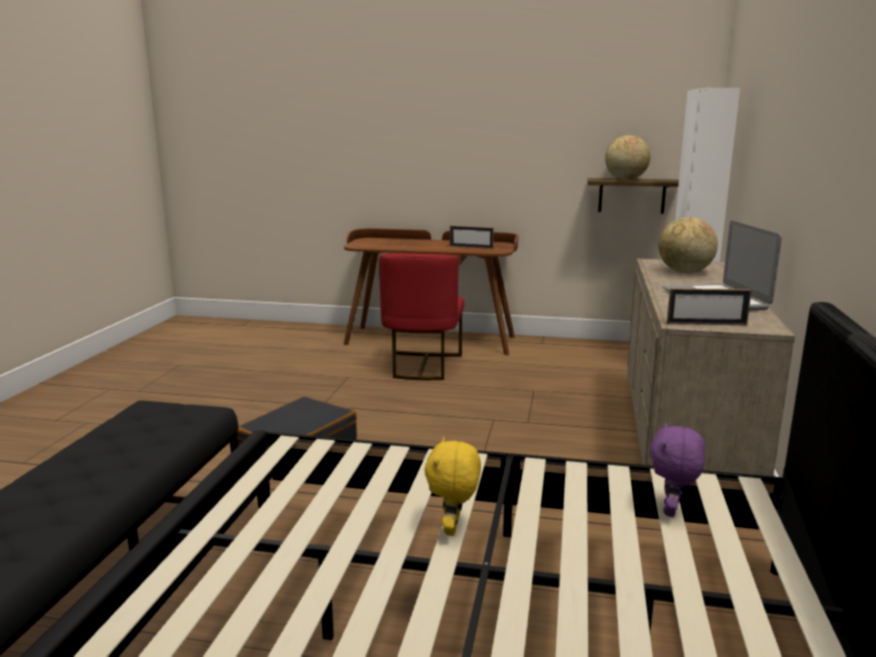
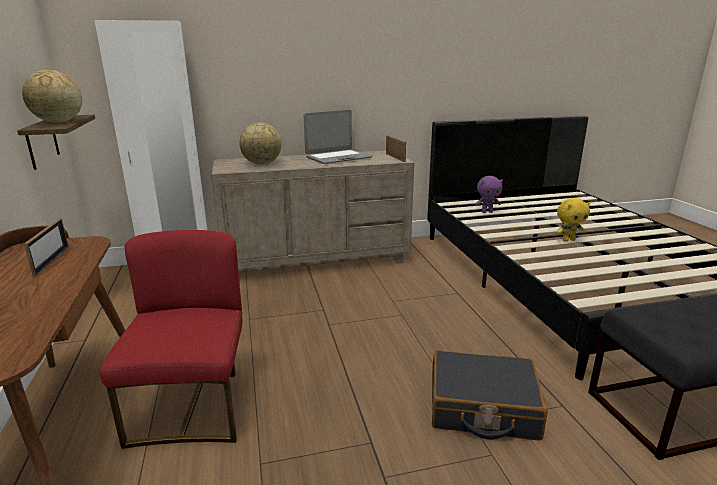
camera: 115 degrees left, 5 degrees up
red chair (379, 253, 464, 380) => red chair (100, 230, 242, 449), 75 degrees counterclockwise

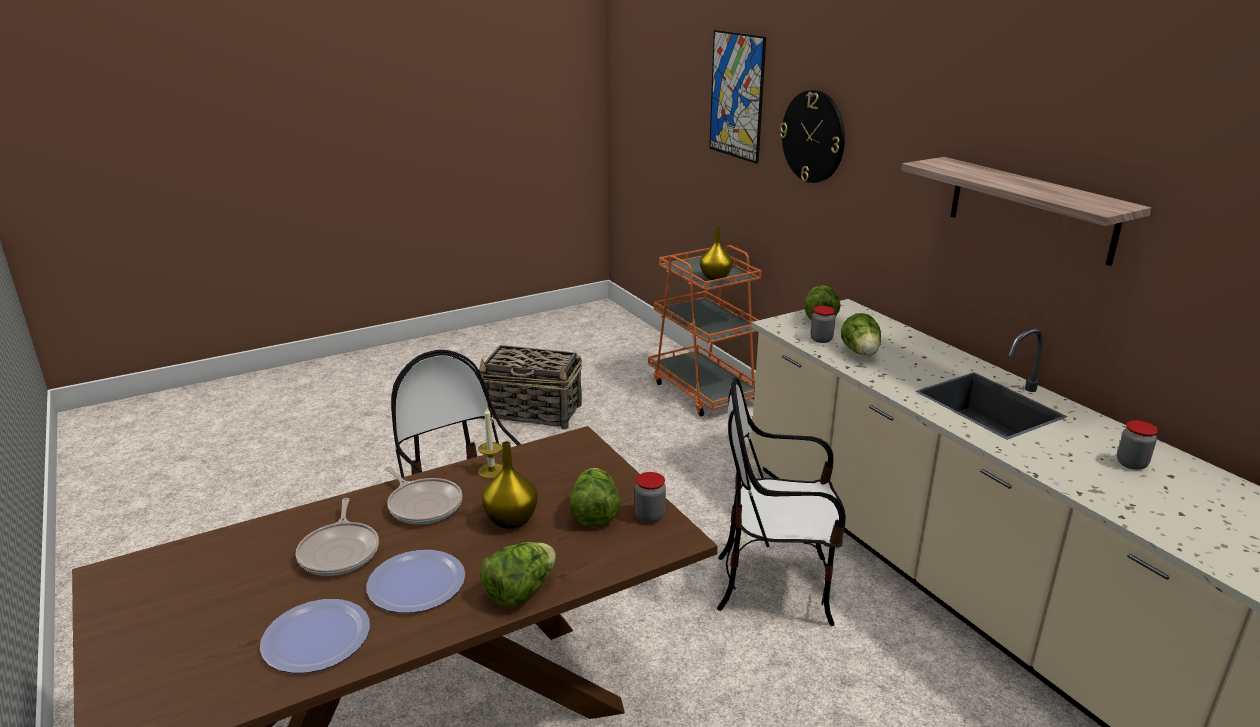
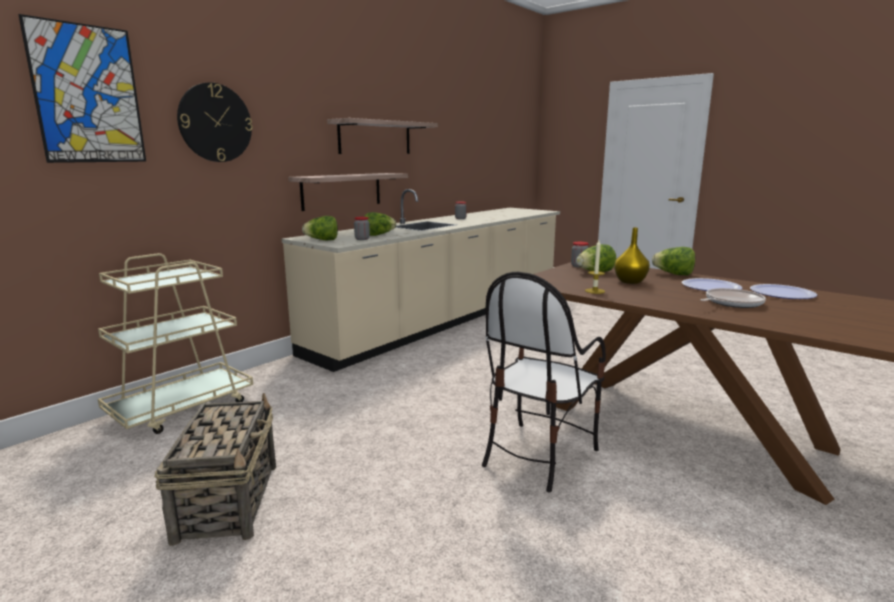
camera: 110 degrees left, 10 degrees down
frying pan (385, 466, 463, 524) => nothing
yellow-coloured vase (700, 226, 733, 280) => nothing
chair (717, 378, 846, 626) => nothing
nothing => shelf (288, 173, 408, 211)
orange-coloured cart (648, 245, 761, 416) => beige cart (98, 253, 253, 434)

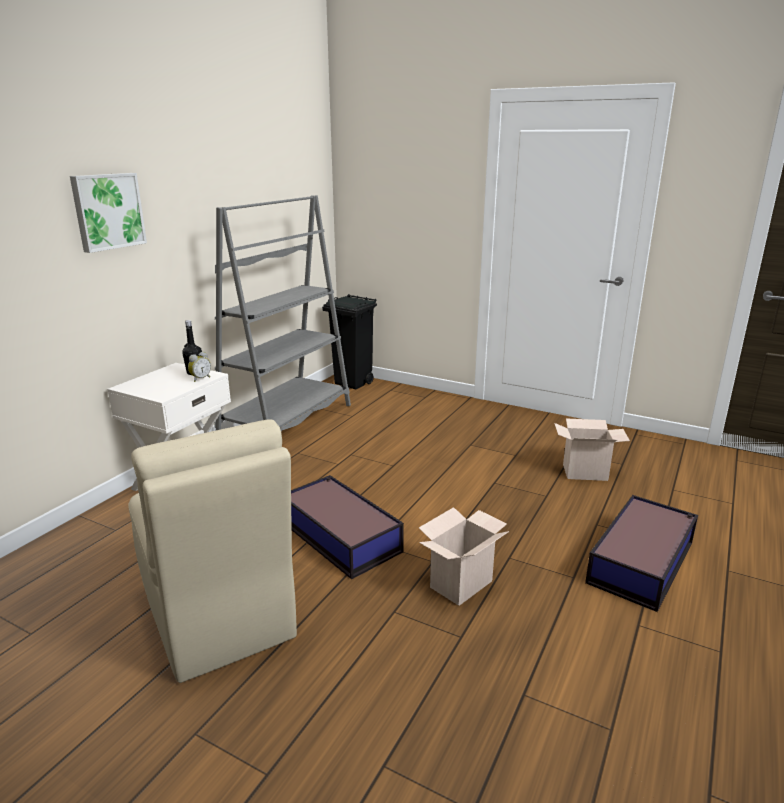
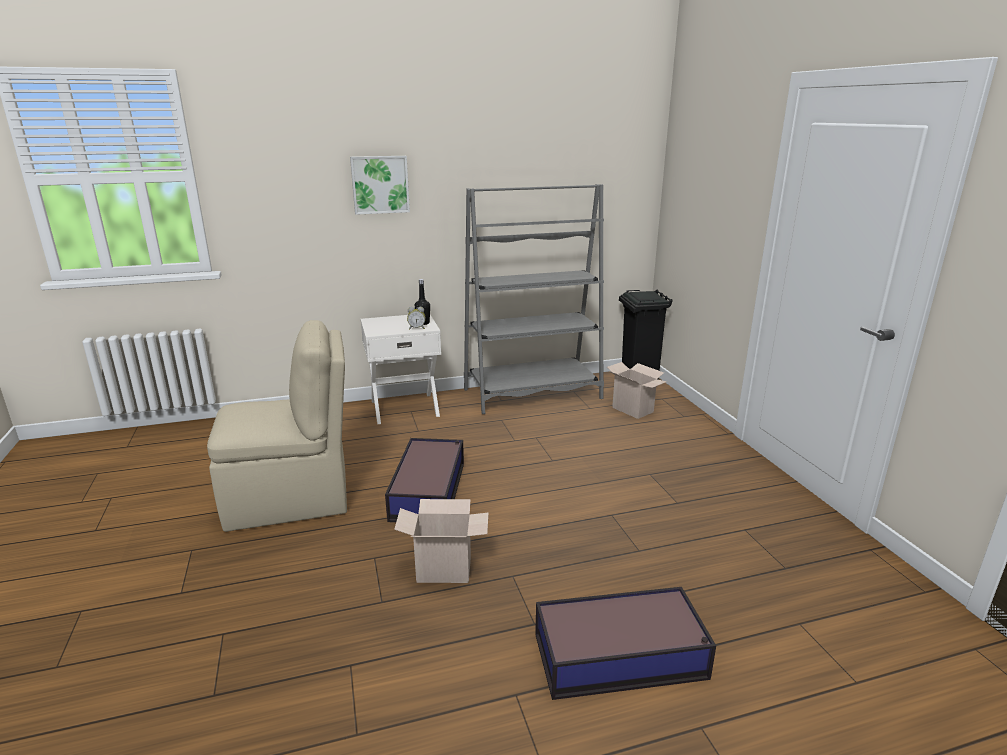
camera: 45 degrees right, 0 degrees up
cardboard box (554, 419, 630, 481) => cardboard box (607, 362, 667, 419), relocated
beige chair (128, 419, 297, 683) => beige chair (207, 320, 347, 532), 120 degrees counterclockwise

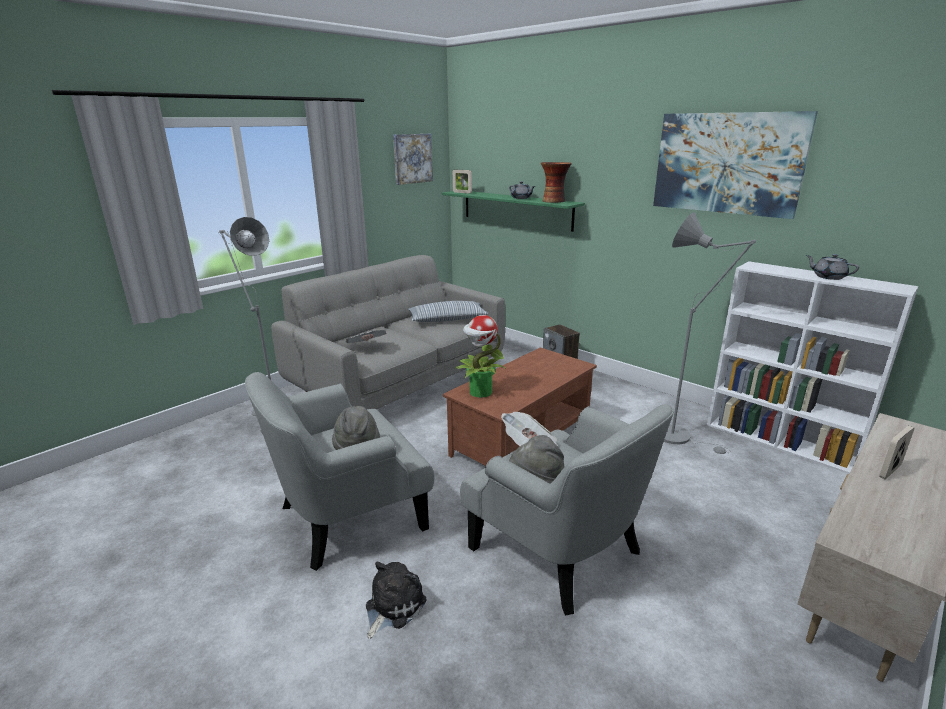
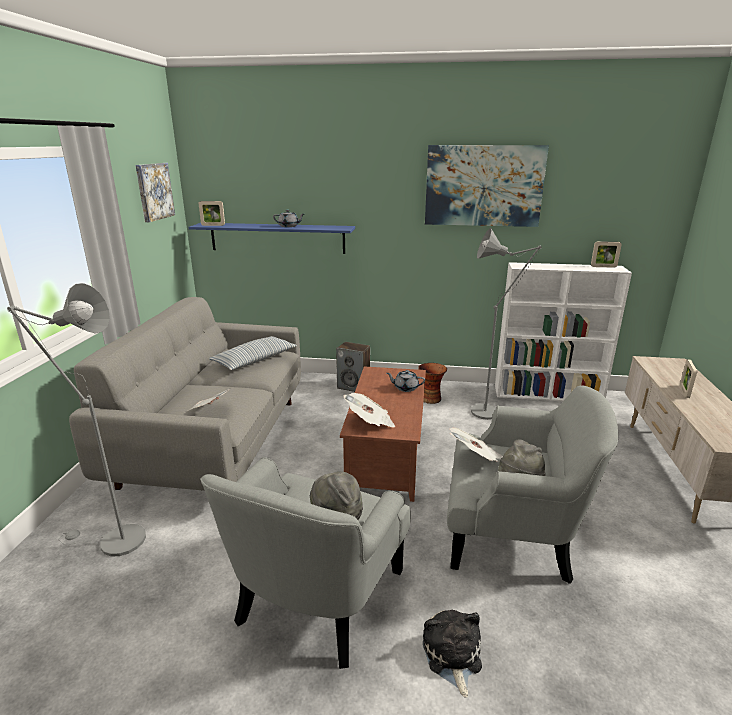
camera: 35 degrees left, 0 degrees up
nothing => photo frame (591, 241, 622, 268)
vase (541, 162, 572, 203) => vase (418, 363, 447, 404), relocated
greyish pot for tea (806, 254, 859, 280) => greyish pot for tea (386, 370, 425, 392), relocated
potted plant (454, 315, 505, 398) => newspaper (344, 393, 396, 428)
green shelf (442, 191, 585, 232) => blue-coloured shelf (188, 223, 355, 254)

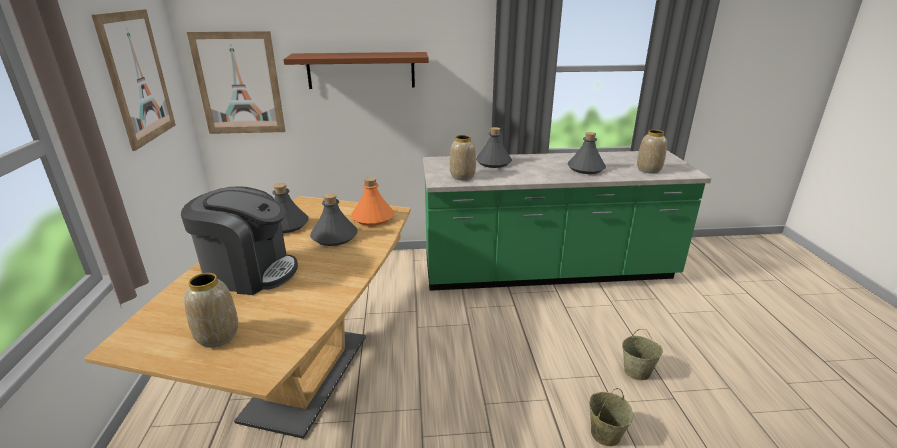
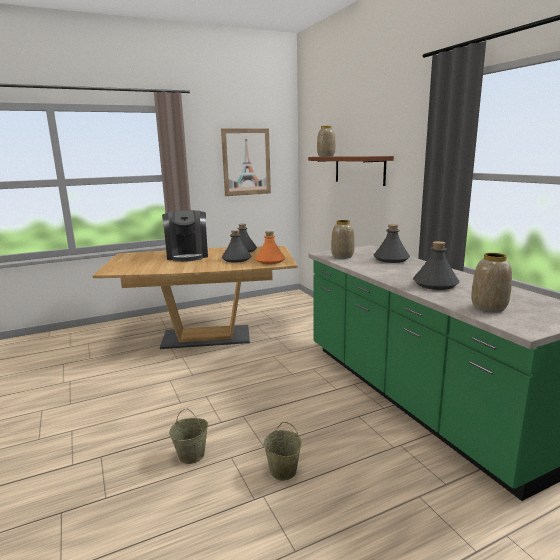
camera: 70 degrees right, 10 degrees down
picture (187, 31, 285, 134) => nothing
vase (184, 273, 238, 348) => vase (317, 126, 335, 157), relocated

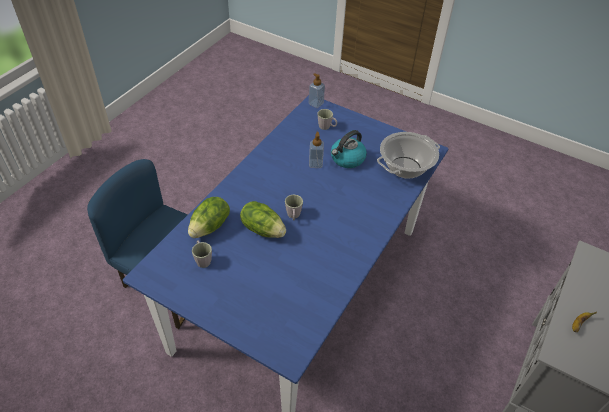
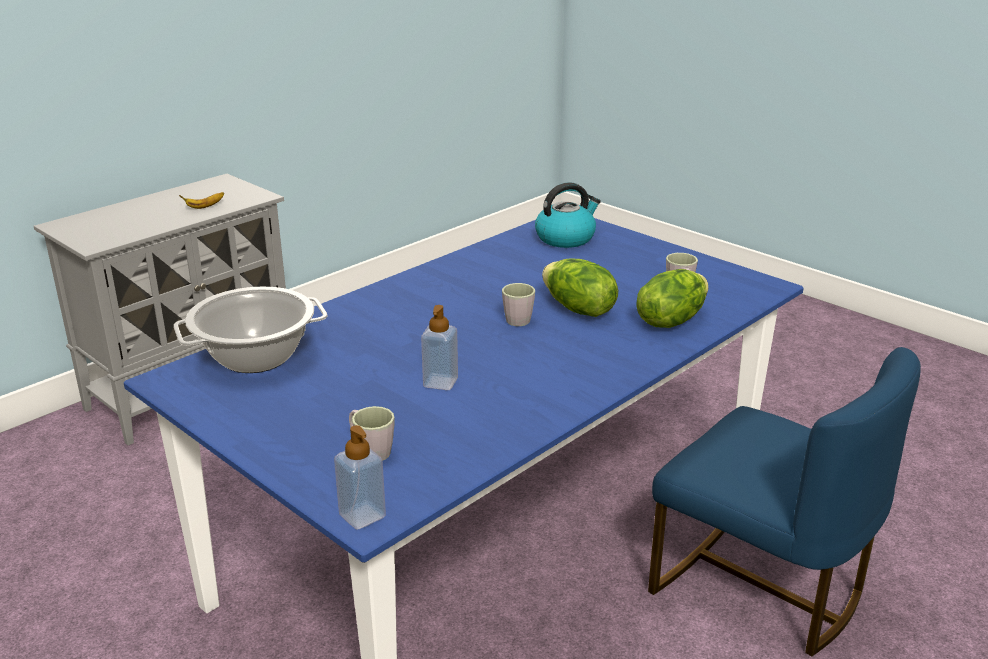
camera: 165 degrees left, 20 degrees down
kettle (331, 130, 367, 168) => kettle (535, 182, 601, 248), relocated

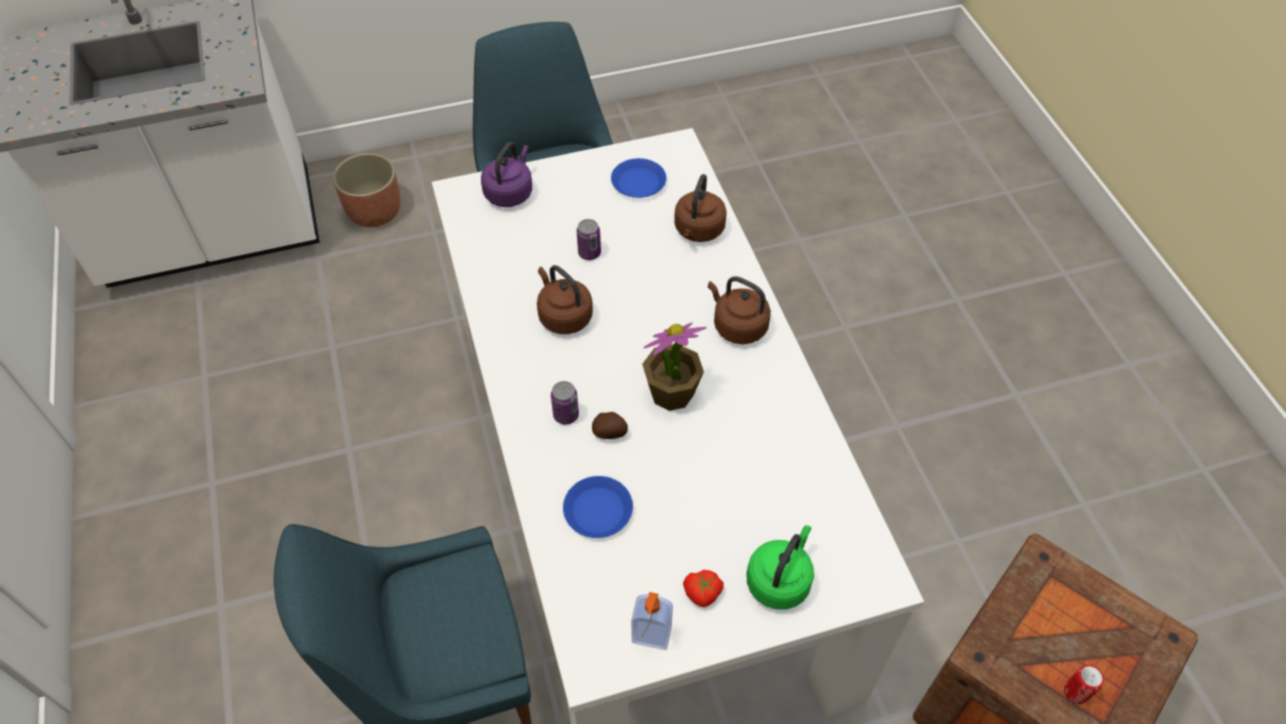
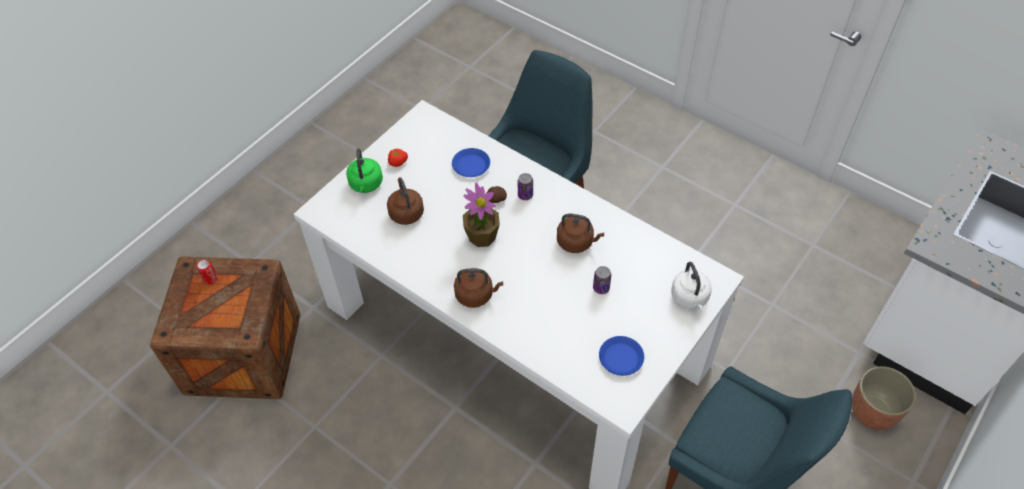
camera: 145 degrees right, 0 degrees up
soap bottle (631, 592, 673, 650) => nothing
brown kettle (674, 174, 727, 242) => brown kettle (387, 177, 424, 225), relocated
purple kettle (481, 142, 532, 207) => white kettle (671, 262, 712, 310)

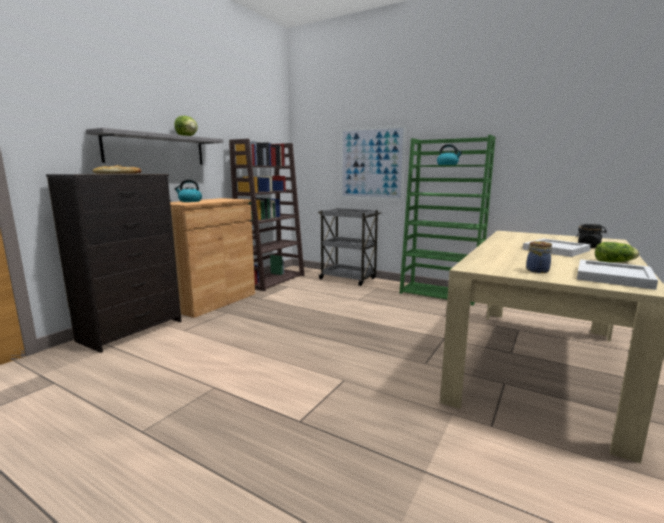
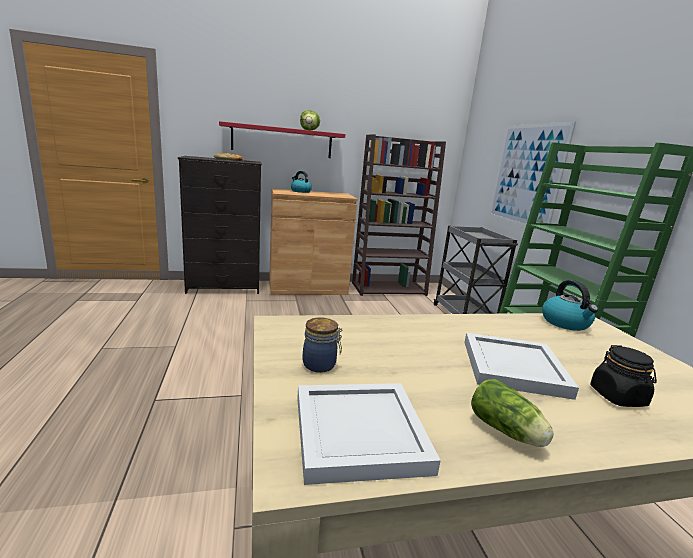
camera: 45 degrees right, 5 degrees up
kettle (437, 144, 462, 165) => kettle (542, 280, 598, 331), relocated
greyish shelf (86, 128, 223, 165) => red shelf (219, 121, 345, 158)

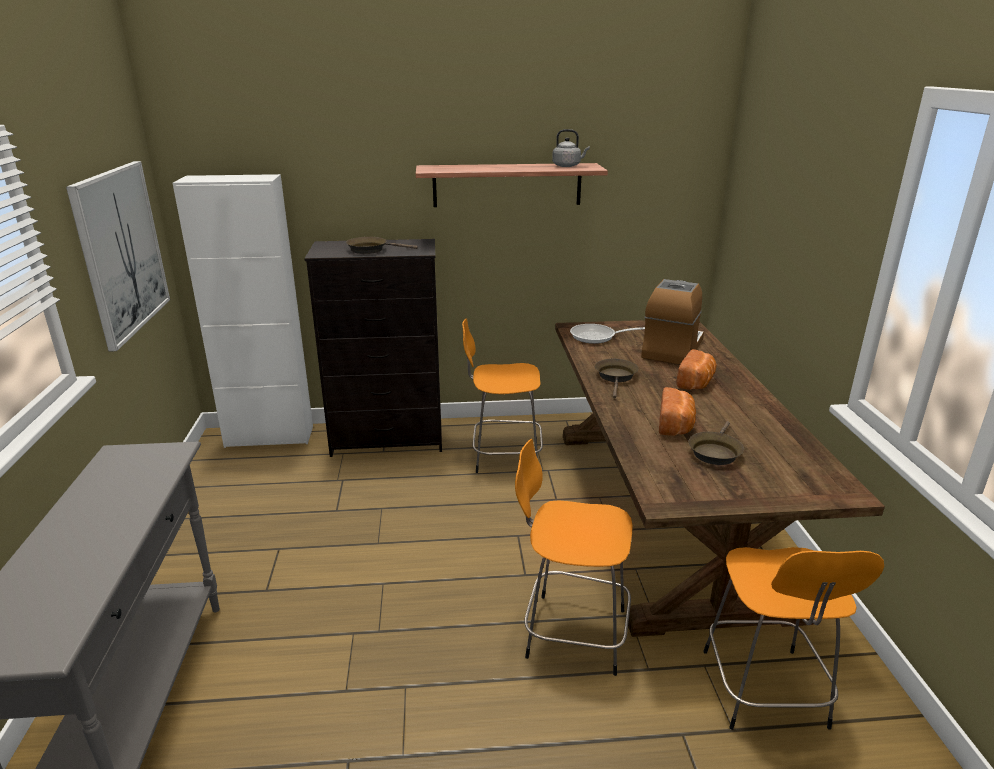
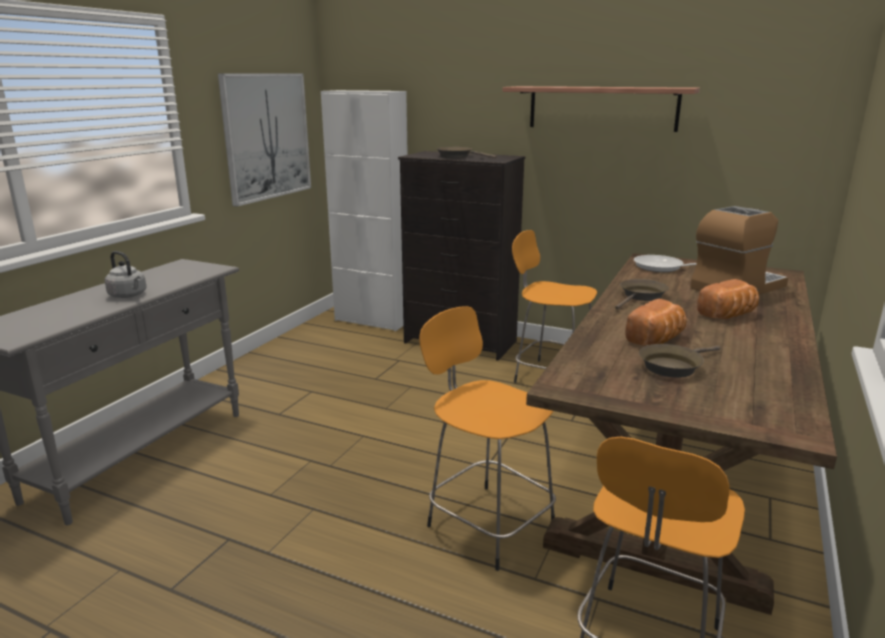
camera: 30 degrees right, 5 degrees down
greyish kettle (552, 129, 590, 167) => greyish kettle (105, 251, 146, 298), relocated

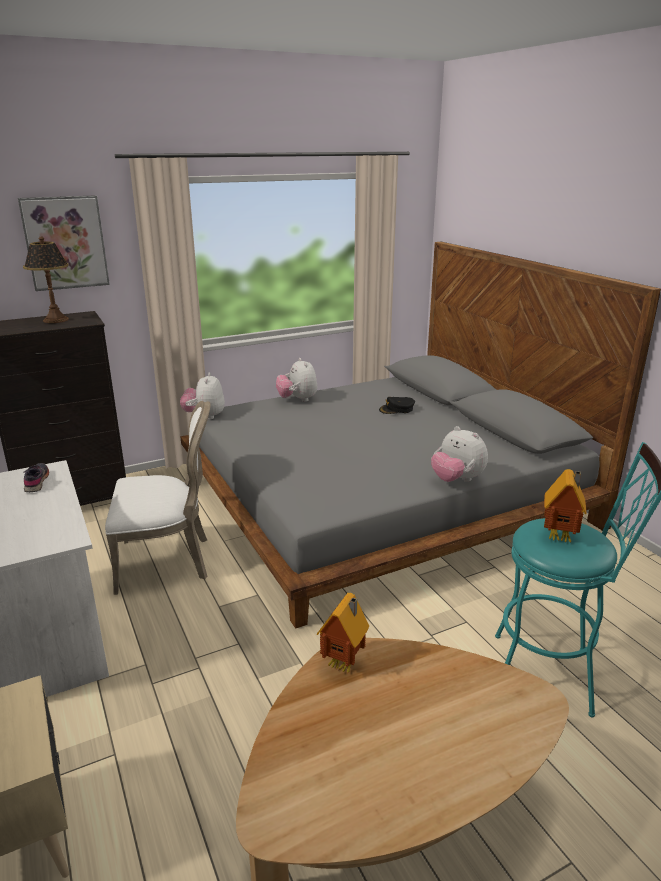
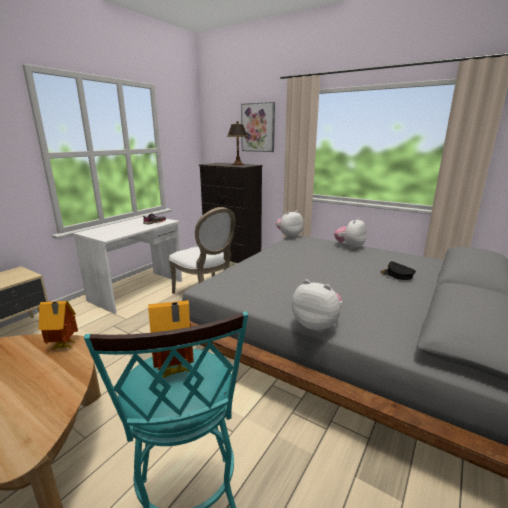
camera: 60 degrees right, 5 degrees down
soft toy (431, 426, 488, 482) => soft toy (292, 280, 342, 333), 105 degrees clockwise

